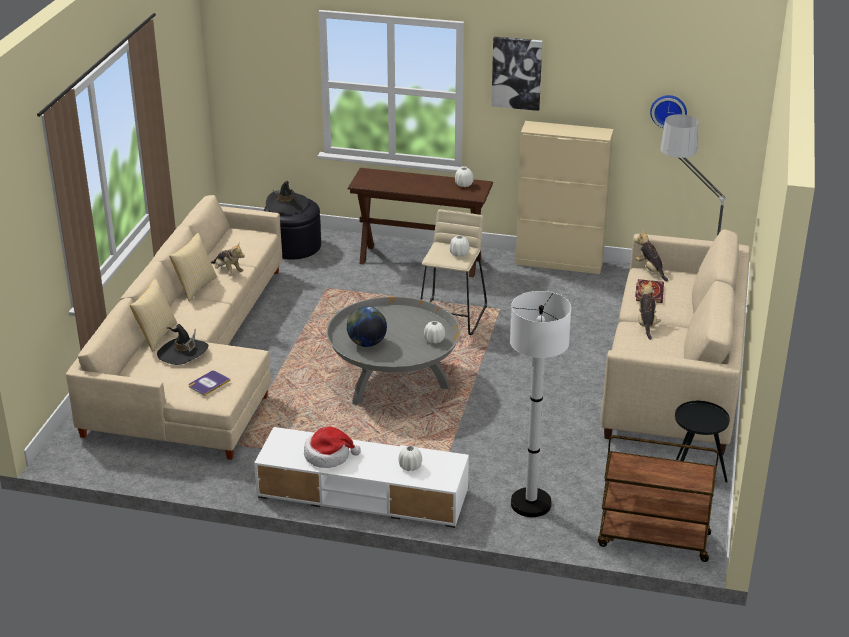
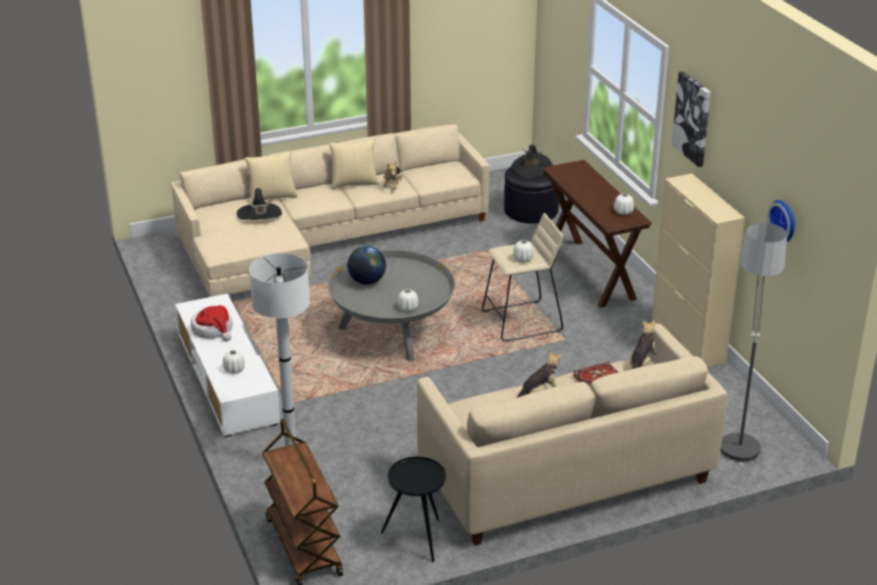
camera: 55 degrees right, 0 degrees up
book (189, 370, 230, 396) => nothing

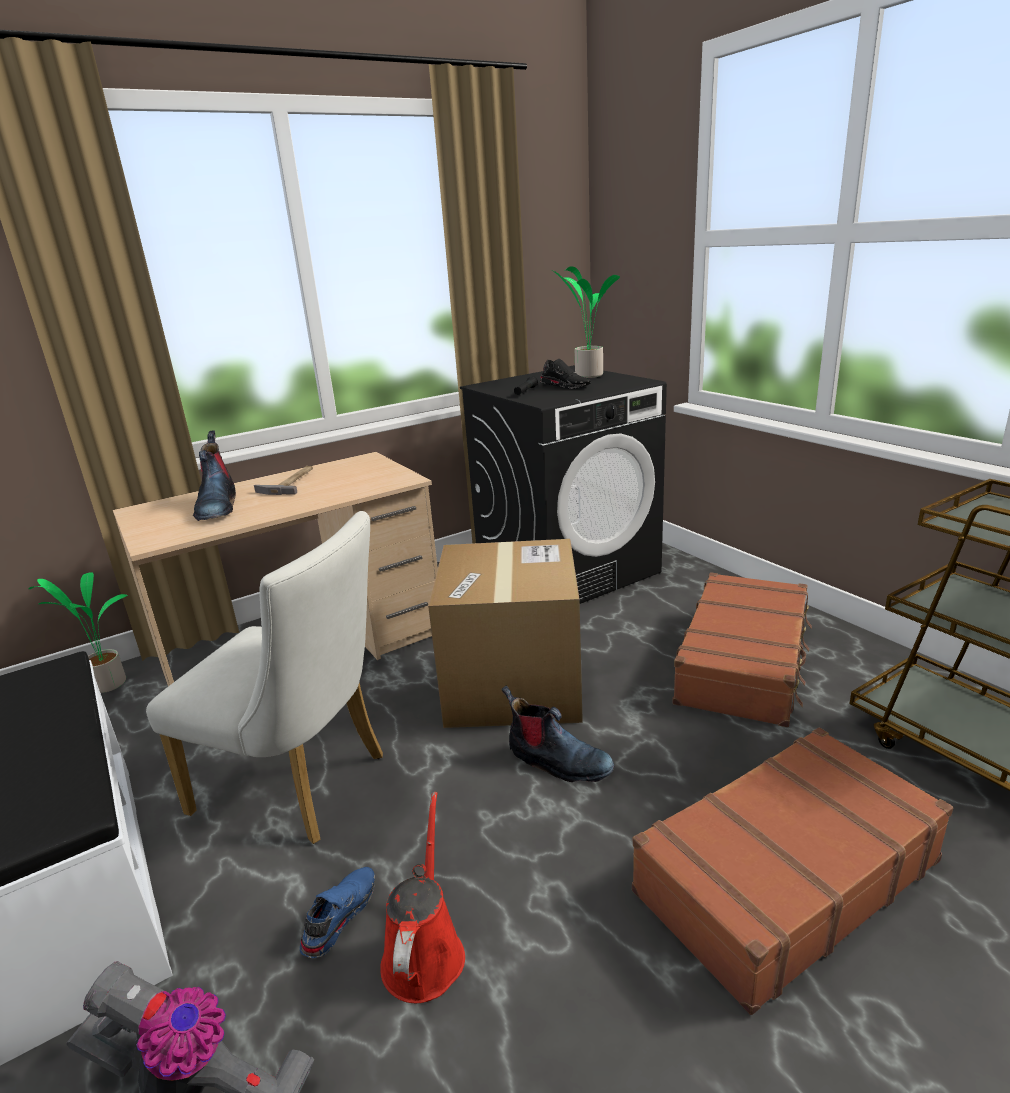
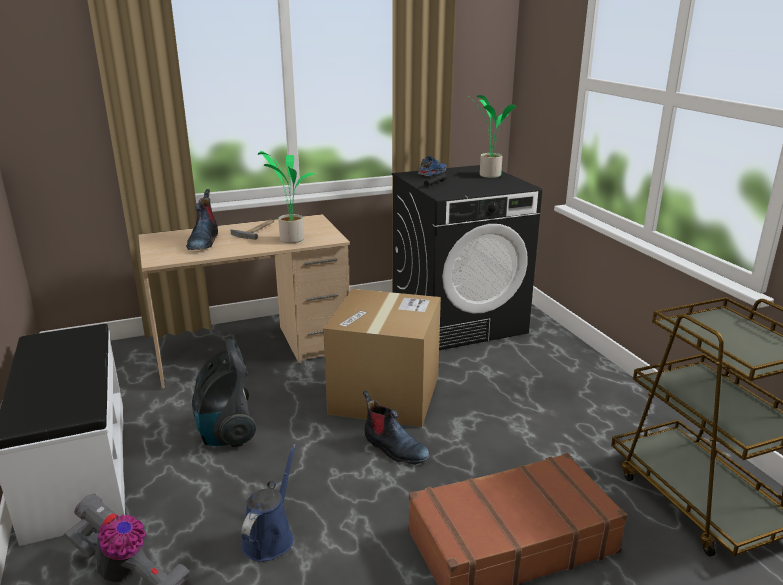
camera: 10 degrees right, 0 degrees up
black item of footwear (540, 359, 591, 389) => nothing
brown suitcase (672, 572, 812, 727) => nothing
potted plant (29, 572, 128, 693) => potted plant (257, 151, 316, 243), relocated
blue-coloured item of footwear (300, 867, 375, 958) => blue-coloured item of footwear (417, 156, 447, 176), relocated
white chair (146, 511, 383, 844) => vacuum (192, 339, 256, 447)
red sprinkling can (380, 792, 465, 1003) => blue-coloured sprinkling can (241, 444, 297, 561)

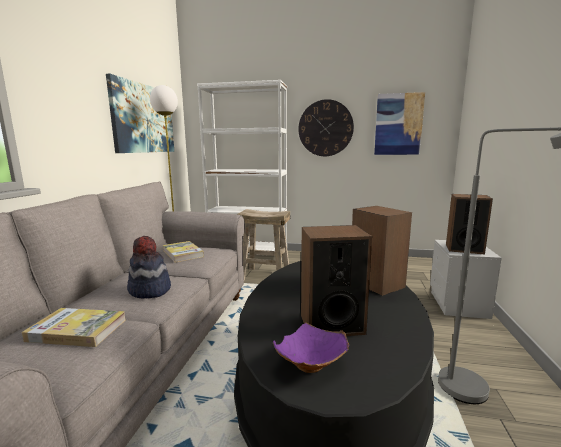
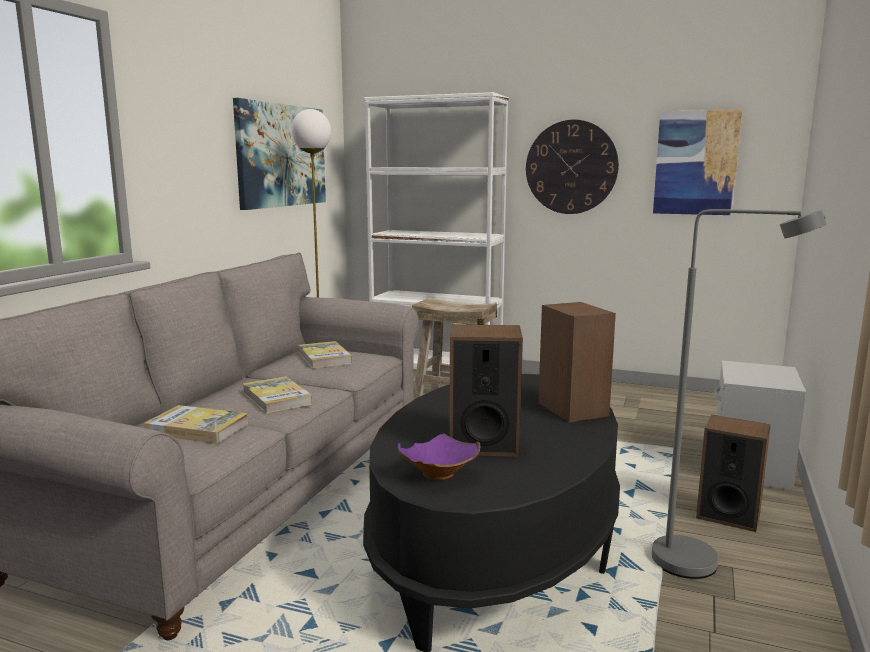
camera: 10 degrees right, 0 degrees up
speaker (446, 194, 493, 255) => speaker (696, 415, 771, 532), relocated
clothing hat (127, 236, 171, 299) => book (243, 376, 313, 414)

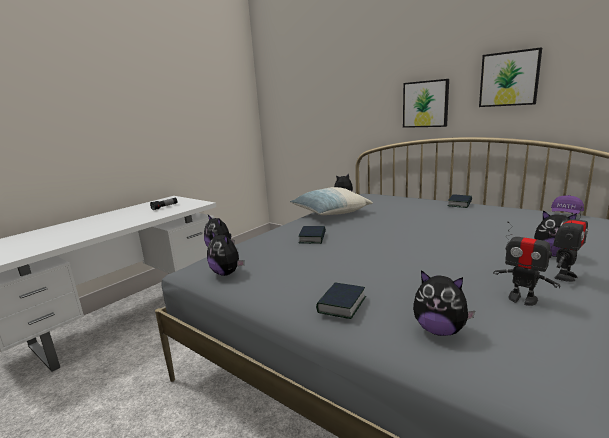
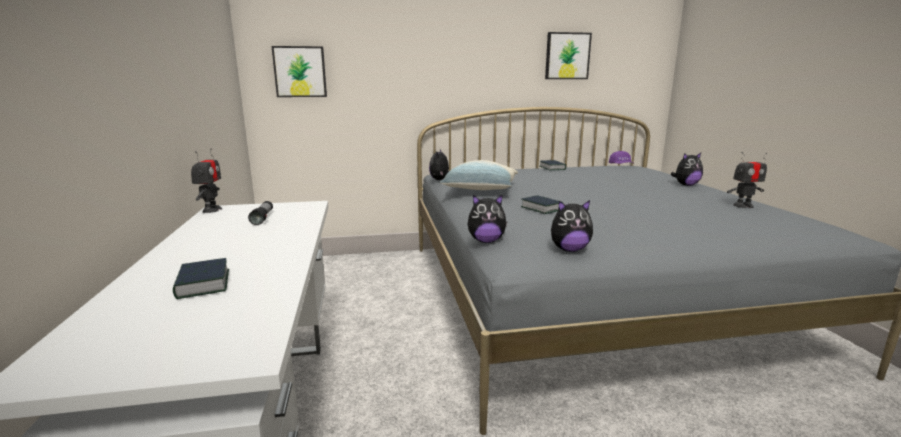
camera: 50 degrees left, 0 degrees up
soft toy (413, 270, 475, 336) => nothing
book (316, 283, 366, 319) => book (173, 258, 229, 299), relocated
picture (403, 79, 449, 128) => picture (272, 46, 327, 97), relocated
robot figure (553, 206, 588, 282) => robot figure (191, 148, 222, 213), relocated

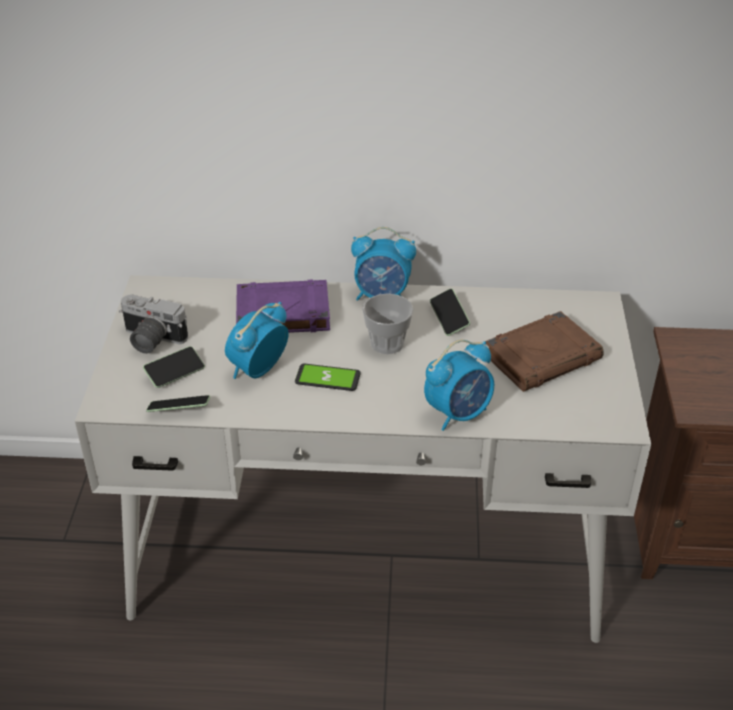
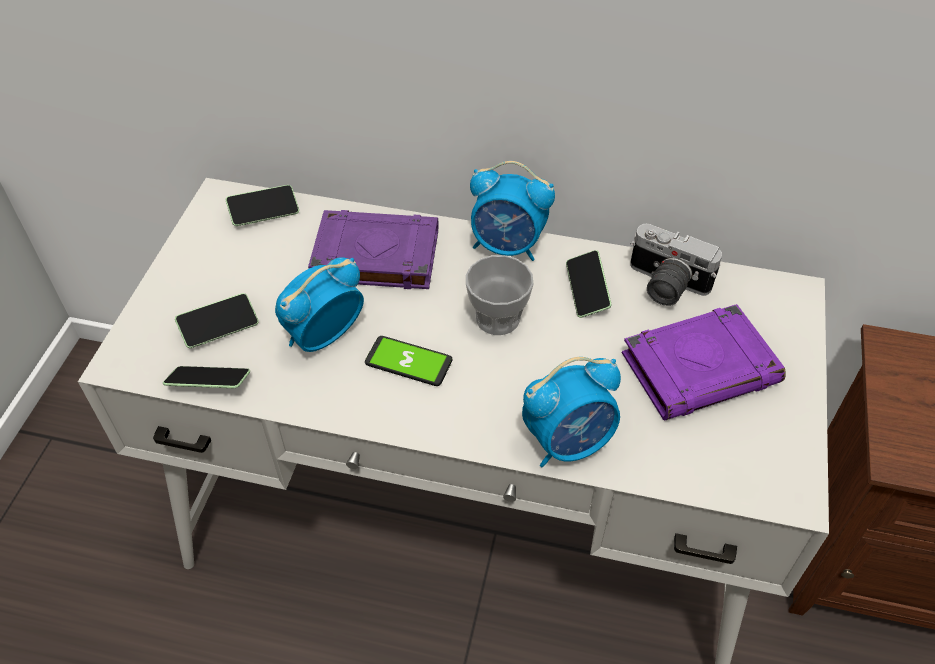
camera: 10 degrees right, 10 degrees up
nothing => handset (226, 185, 299, 226)
photo camera (119, 295, 188, 354) => photo camera (630, 224, 722, 306), relocated
brown book (485, 311, 604, 392) => purple book (622, 304, 786, 420)

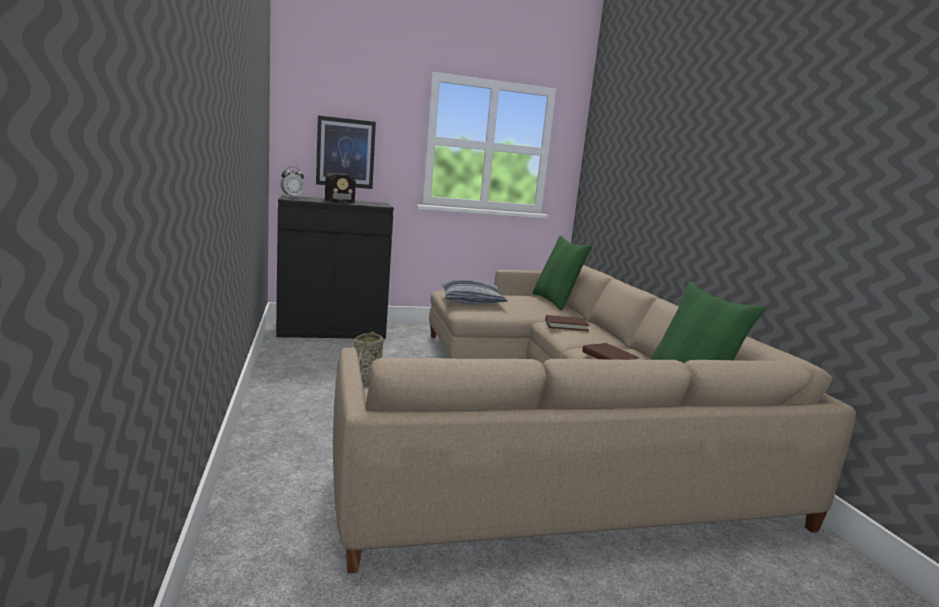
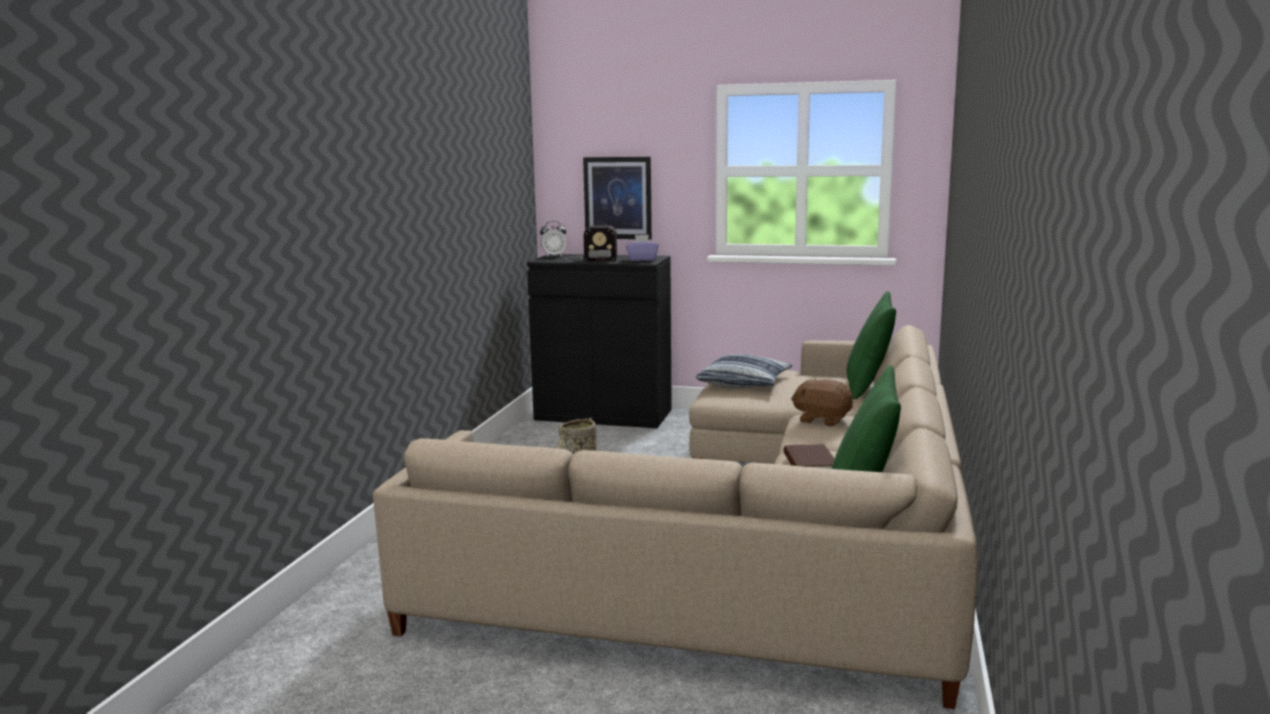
camera: 30 degrees right, 0 degrees up
nothing => purple tissue holder (626, 235, 659, 261)
brown book (545, 315, 589, 331) => brown soft toy (791, 379, 853, 427)

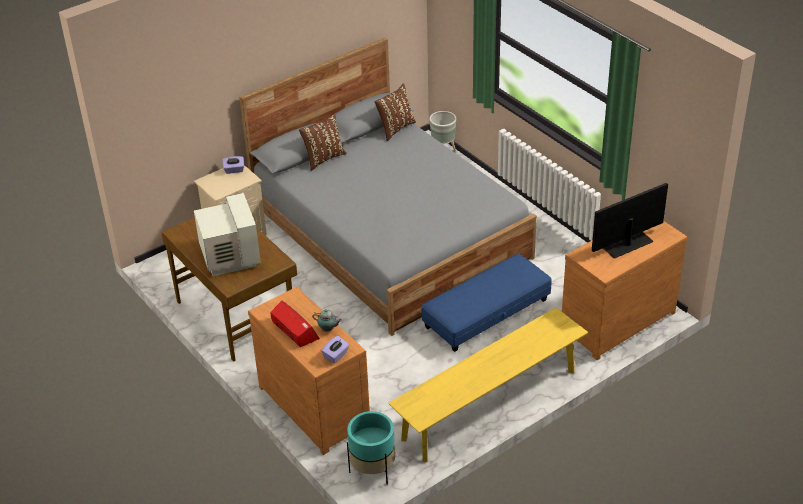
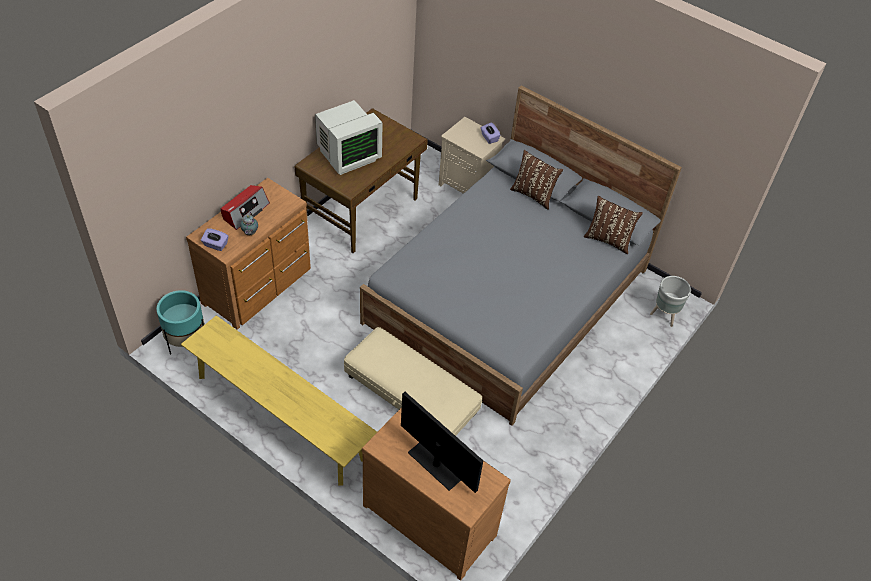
camera: 70 degrees right, 10 degrees up
blue-coloured footrest (421, 254, 552, 352) => beige footrest (344, 327, 482, 436)

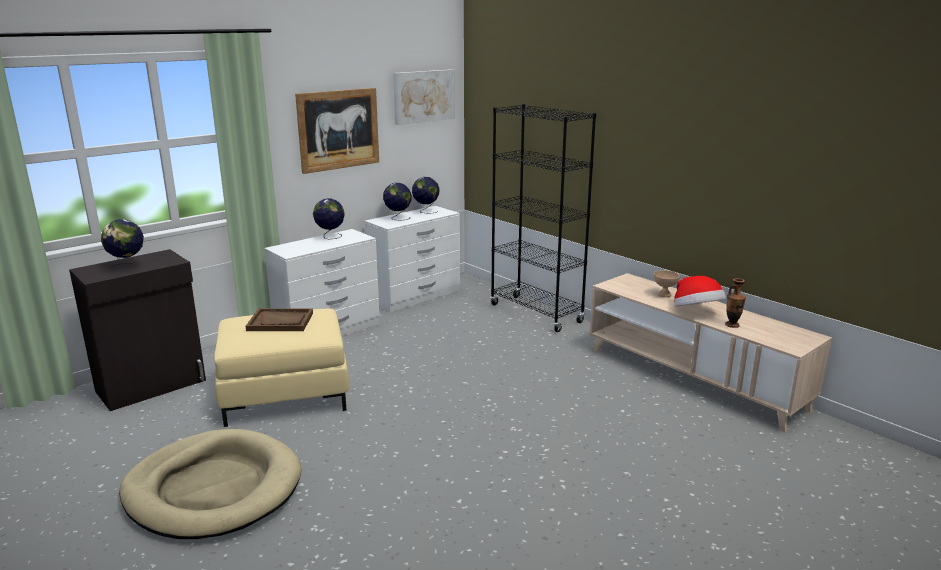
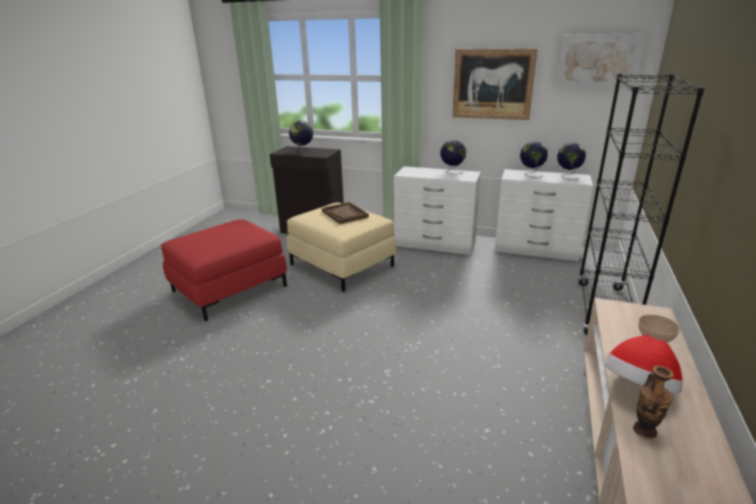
camera: 60 degrees right, 5 degrees up
beige dog bed (119, 429, 301, 539) => red footrest (161, 219, 287, 321)

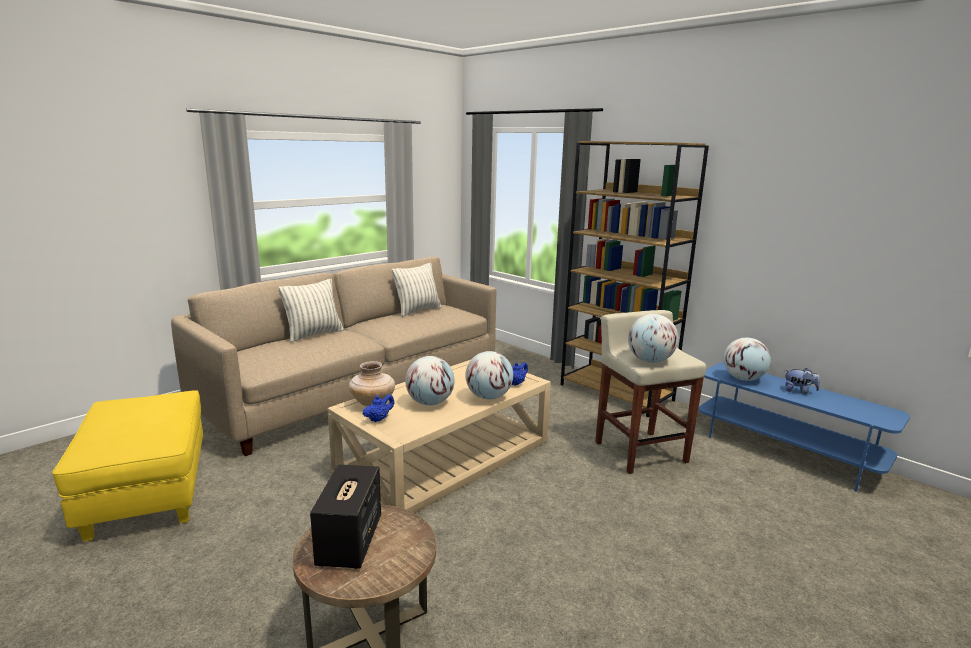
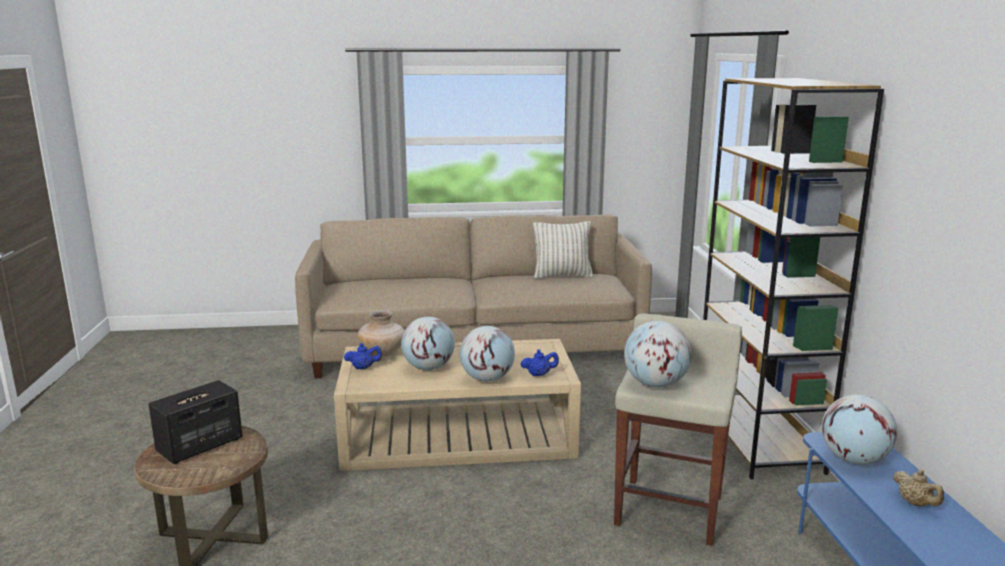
camera: 40 degrees right, 0 degrees up
yellow-coloured footrest (52, 390, 203, 542) => nothing
pillow (278, 279, 344, 342) => nothing
soft toy (785, 368, 820, 394) => beige pot for tea (893, 469, 944, 506)

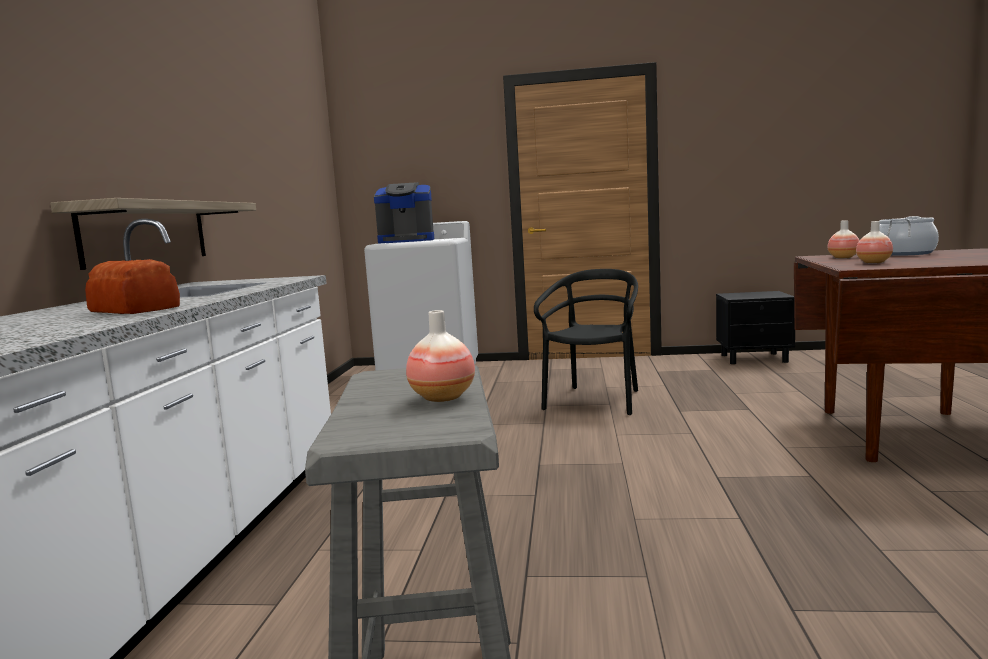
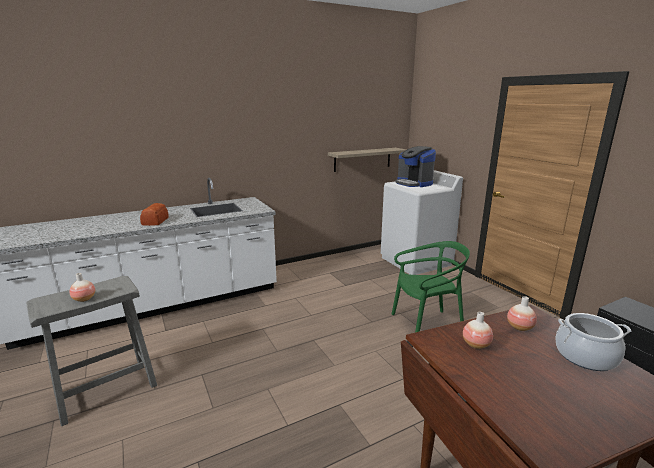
camera: 55 degrees right, 10 degrees up
shelf (50, 198, 256, 270) => shelf (328, 148, 406, 172), relocated
black chair (534, 269, 638, 415) => green chair (391, 241, 470, 332)

